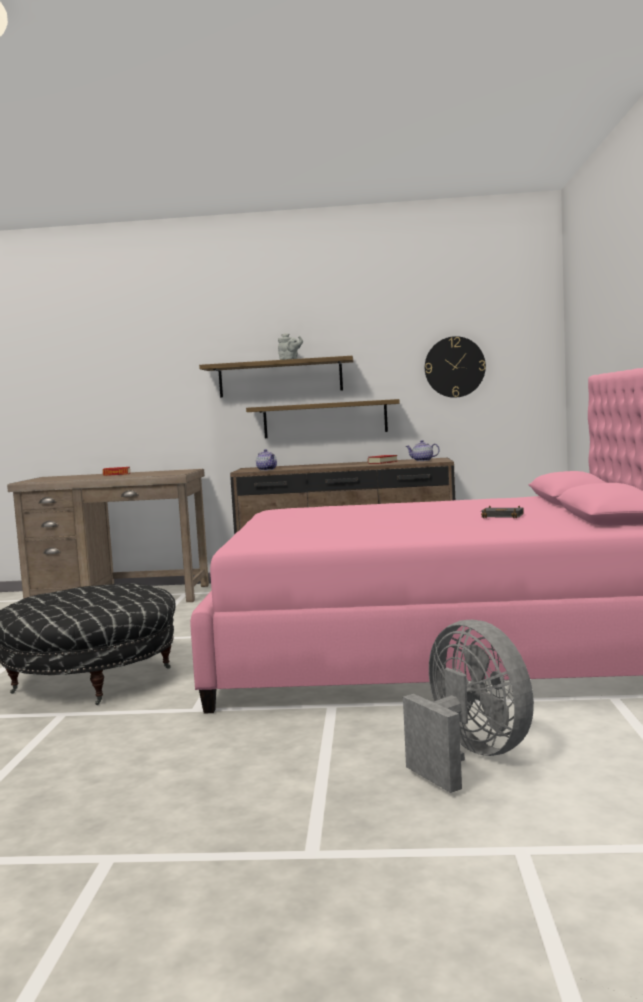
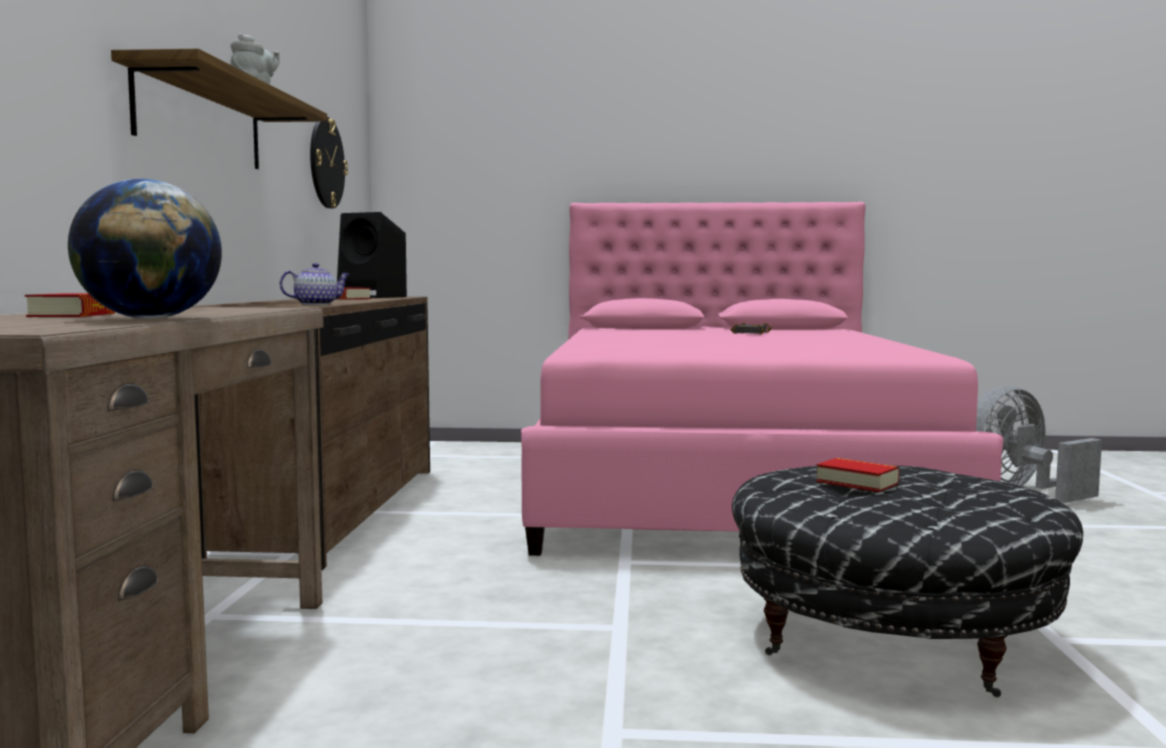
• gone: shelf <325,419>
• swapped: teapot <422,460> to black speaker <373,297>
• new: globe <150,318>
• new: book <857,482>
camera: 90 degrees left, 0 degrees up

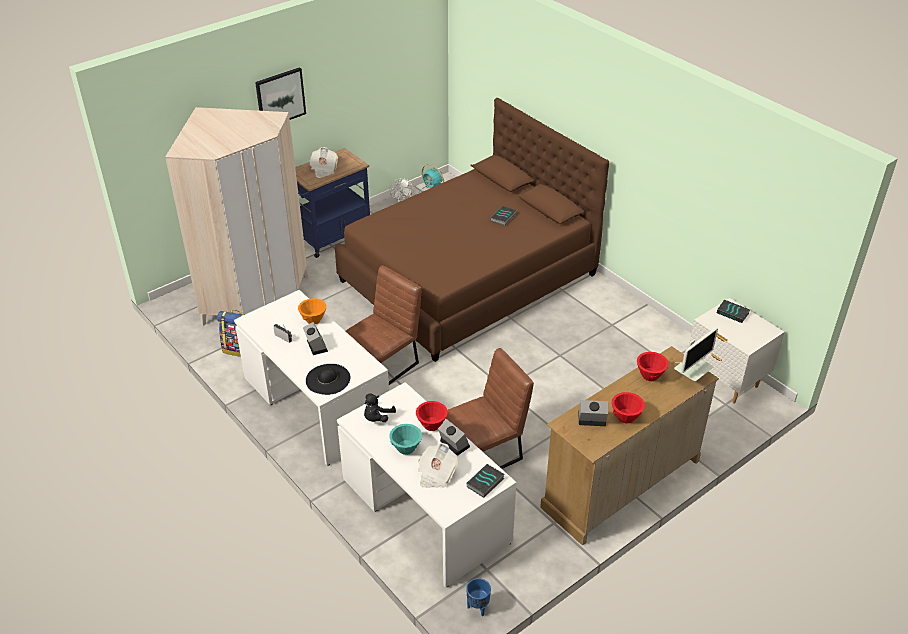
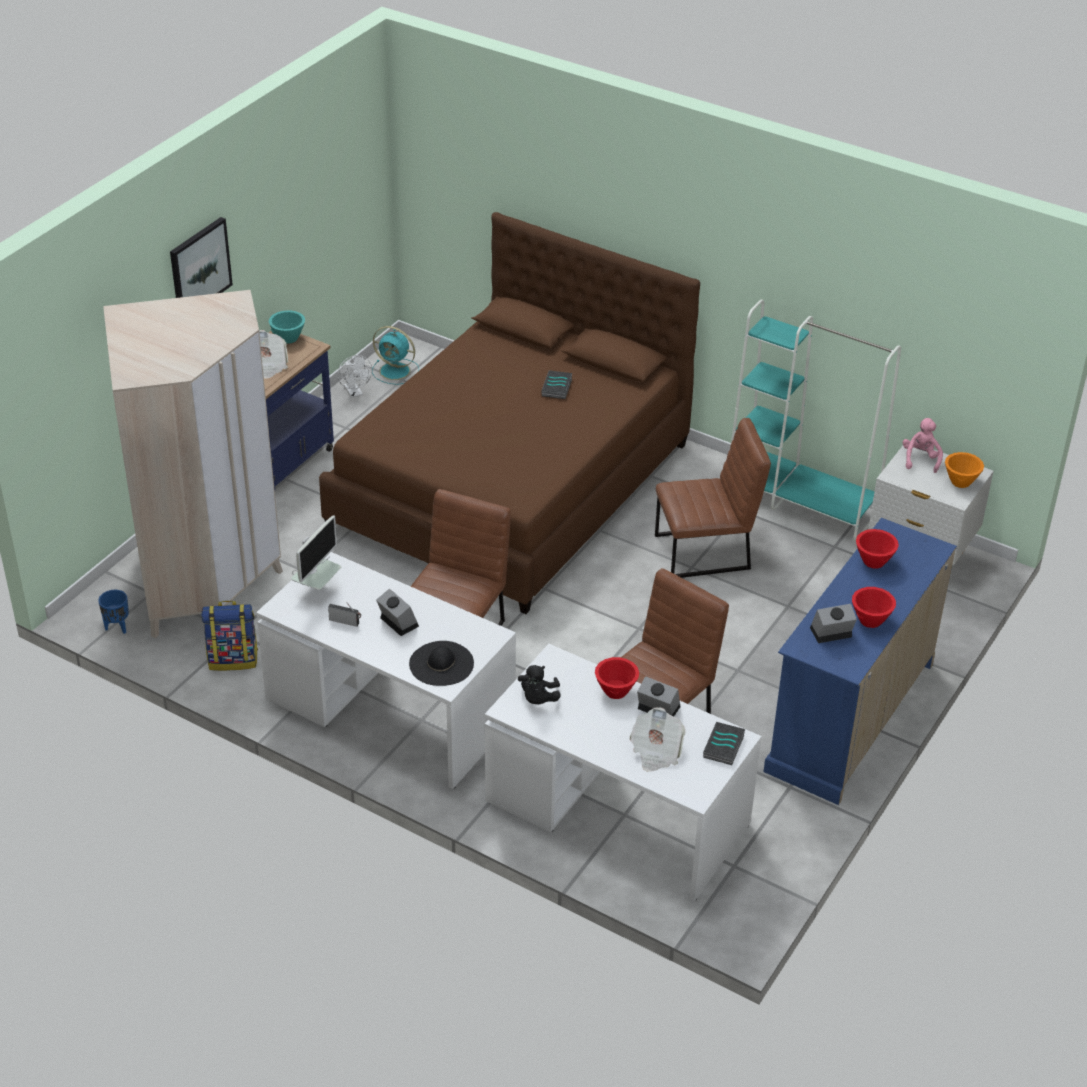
• shifted: orange bowl <313,320> to <961,482>
• shifted: turquoise bowl <406,448> to <288,338>
• shifted: blue planter <477,607> to <117,627>
• repainted: brown dresser <620,484> to blue dresser <849,717>
• shifted: monitor <690,379> to <317,589>
• swapped: book <733,313> to pink plush toy <920,459>
• new: brown chair <705,552>
• new: turquoise clothes rack <801,505>
camera: 20 degrees left, 0 degrees up

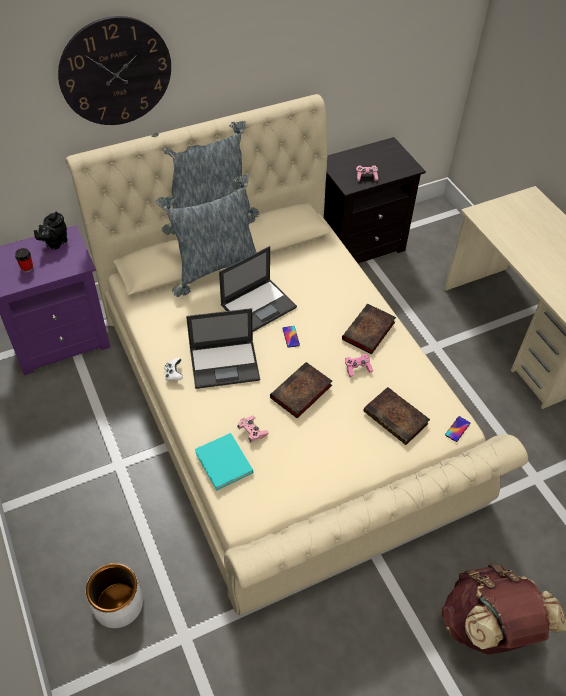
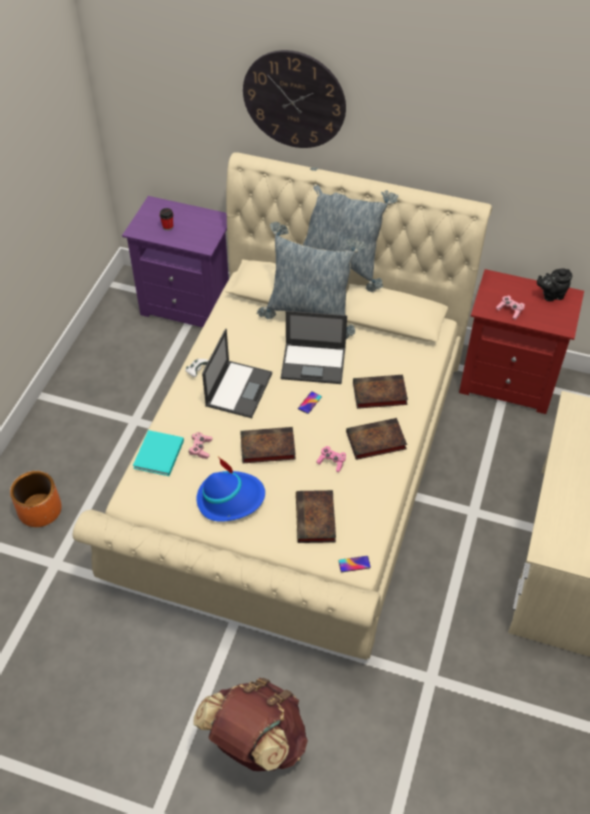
• shifted: black teapot <55,243> to <551,295>
• repainted: white planter <118,604> to orange planter <40,510>
• rotated: laptop <225,364> = <239,389> 105 degrees counterclockwise
• repainted: black nightstand <359,244> to red nightstand <508,382>
• new: blue hat <230,498>
• new: book <378,394>
camera: 45 degrees right, 0 degrees up

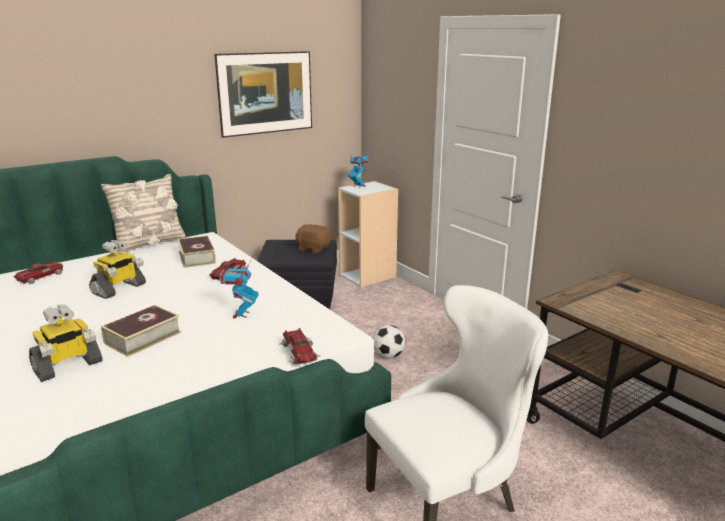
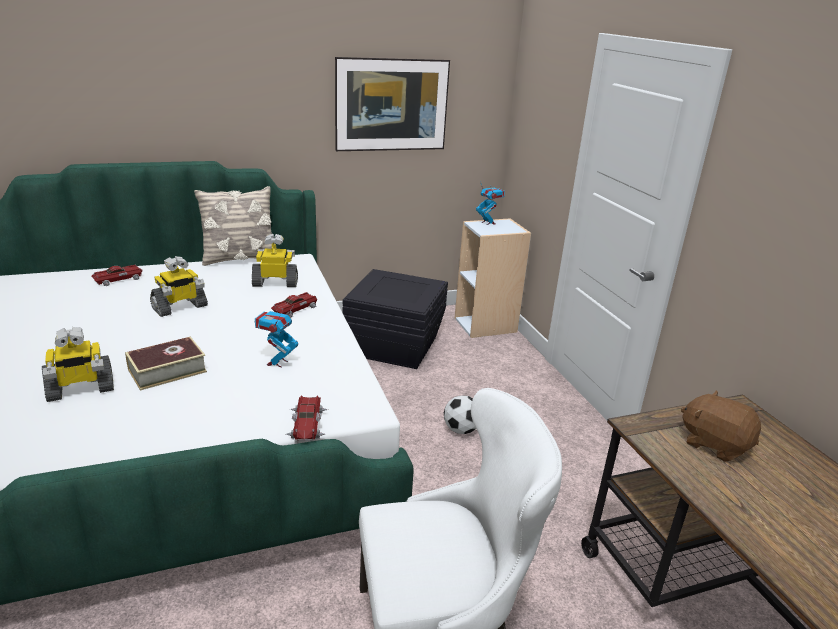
• swapped: book <197,257> to toy robot <276,283>
• shifted: brown plush toy <313,249> to <714,444>
camera: 15 degrees right, 5 degrees up

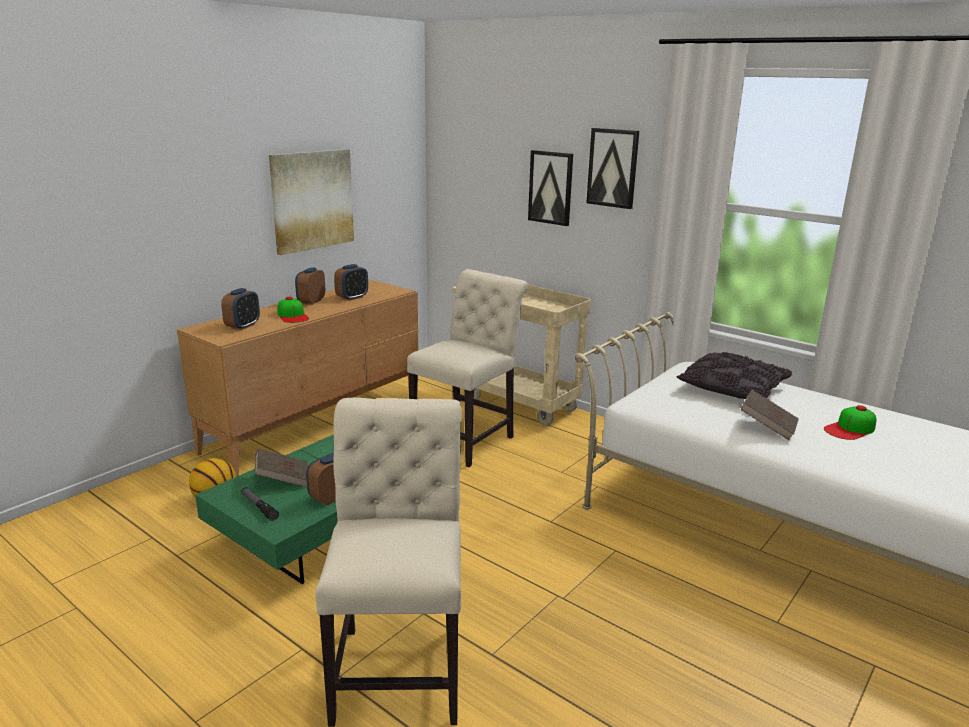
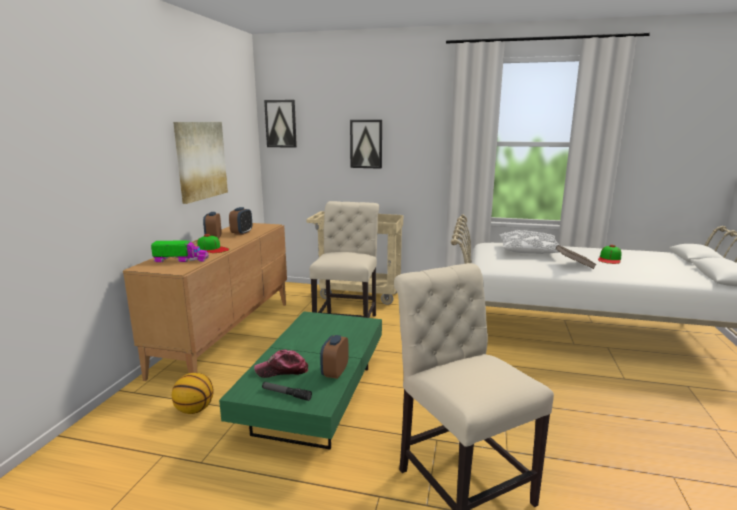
• swapped: alarm clock <243,326> to toy truck <181,260>
• swapped: brown book <283,480> to cap <282,370>
• shifted: picture <613,168> to <281,123>
• repainted: black pillow <732,389> to white pillow <528,251>
camera: 25 degrees left, 5 degrees down

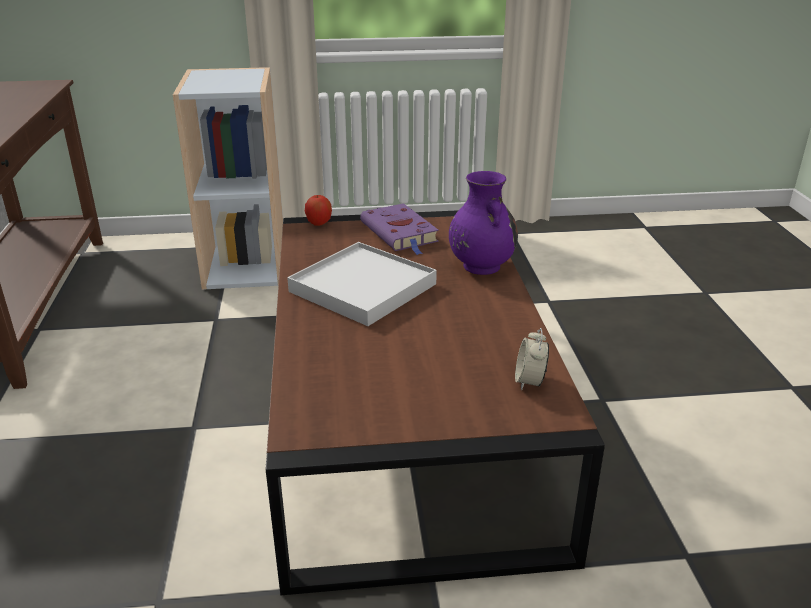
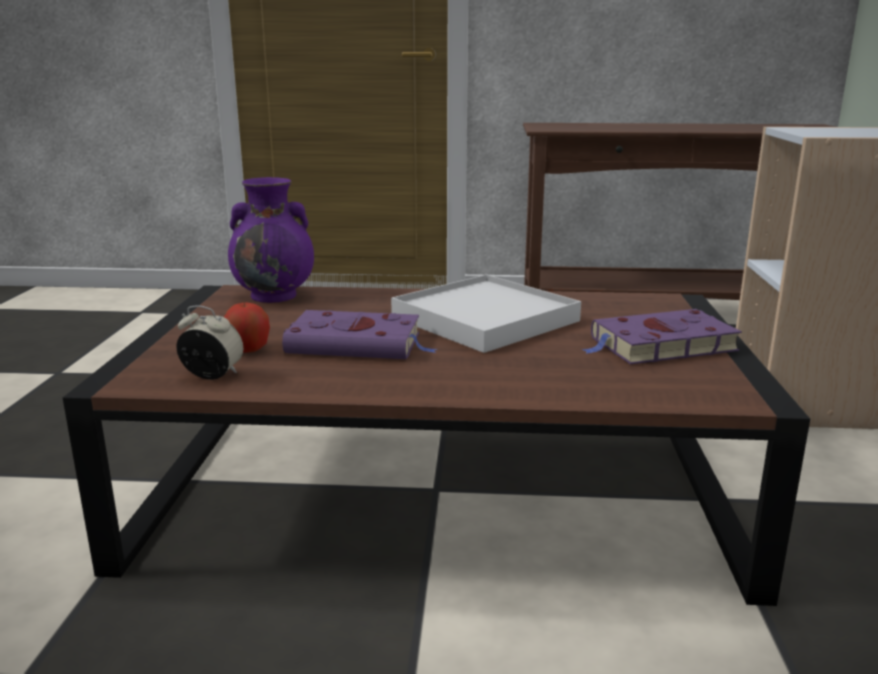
• shifted: apple <319,223> to <248,350>
• shifted: purple vase <481,266> to <275,295>
• new: purple book <358,344>
camera: 100 degrees right, 10 degrees down

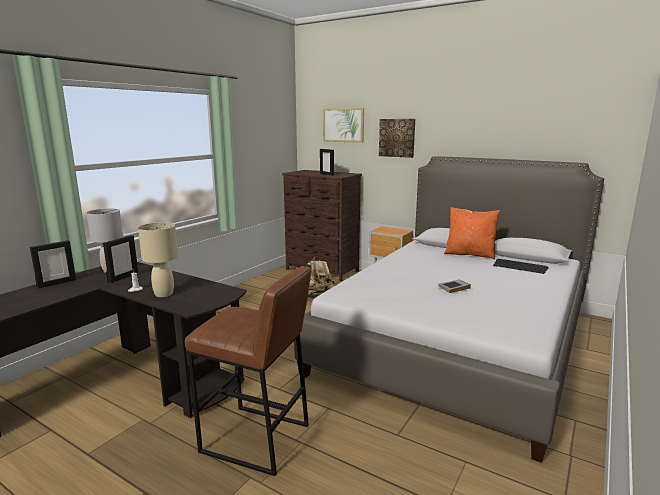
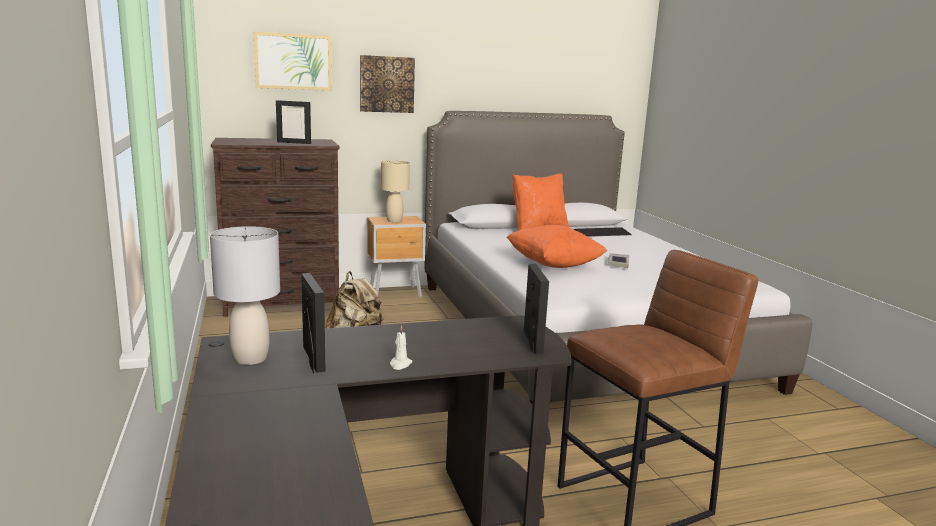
• shifted: picture frame <56,283> to <531,341>
• shifted: beige table lamp <164,294> to <394,220>
• new: orange pillow <553,265>
camera: 50 degrees left, 0 degrees up

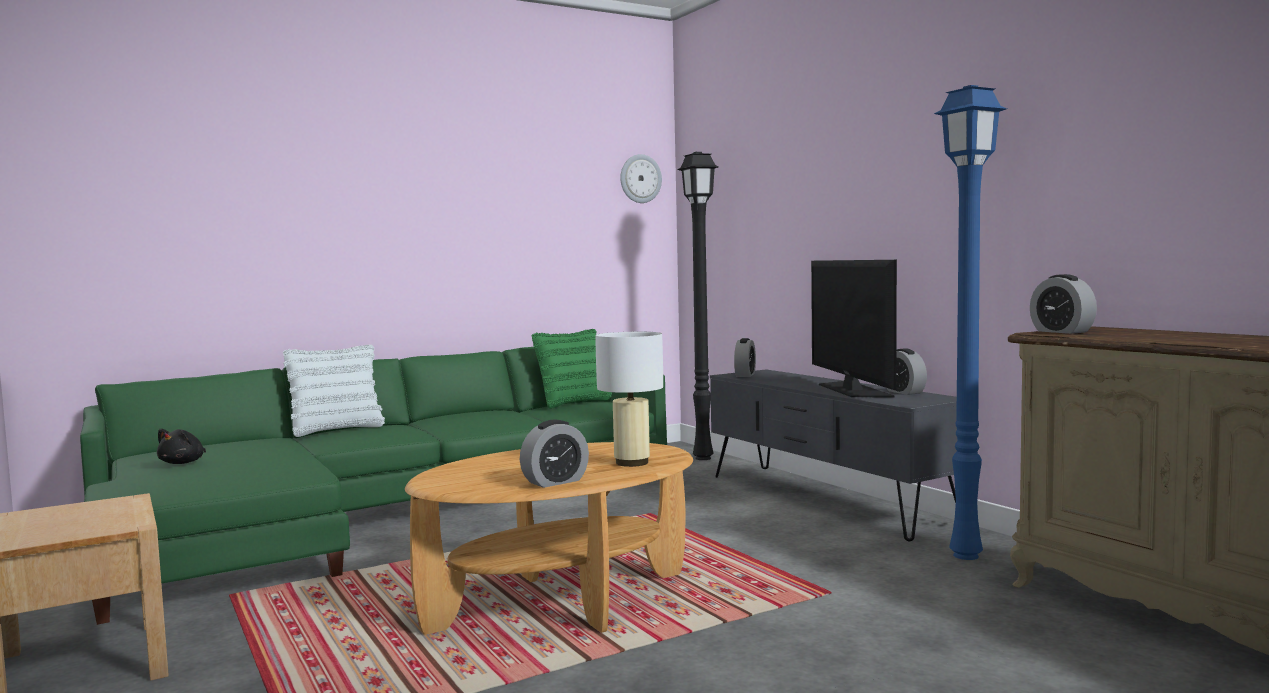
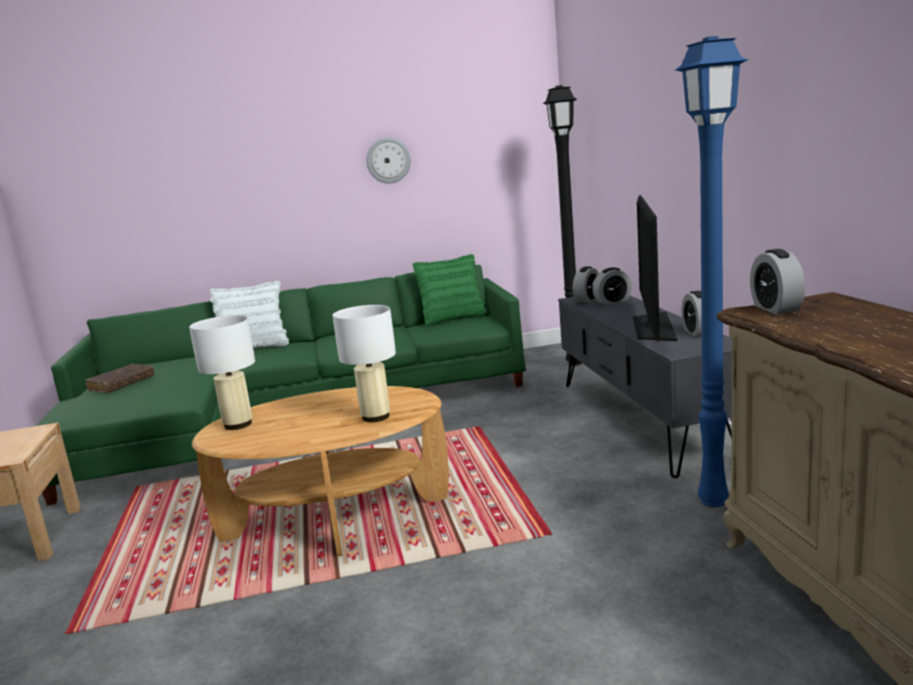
• swapped: black plush toy <183,463> to brown book <122,384>
• shifted: alarm clock <555,482> to <612,301>
• shifted: wall clock <640,178> to <388,160>
• new: white table lamp <237,424>
camera: 20 degrees right, 10 degrees up

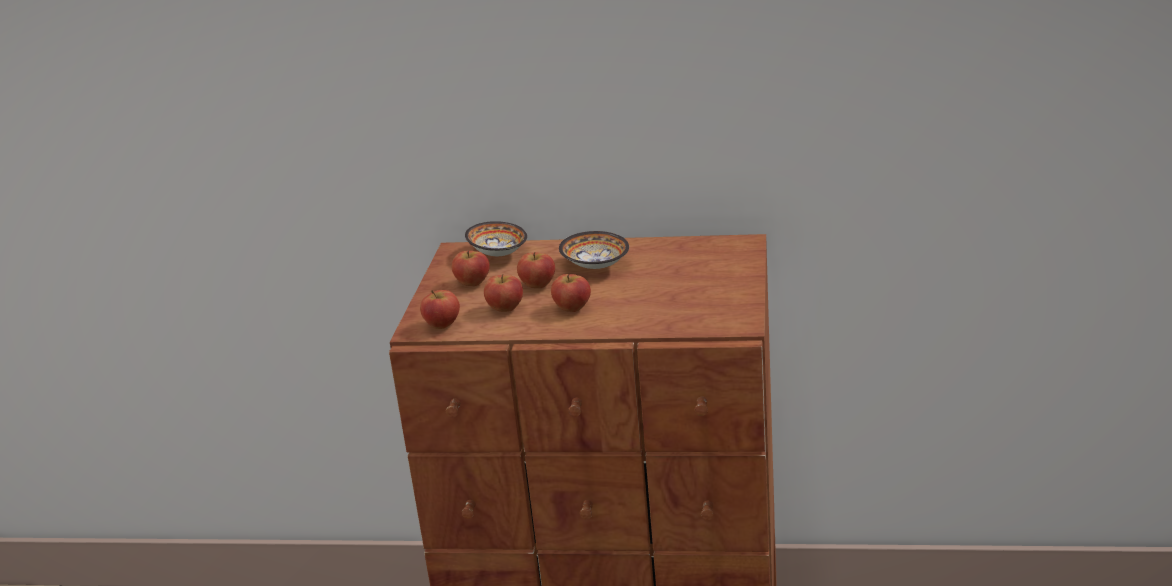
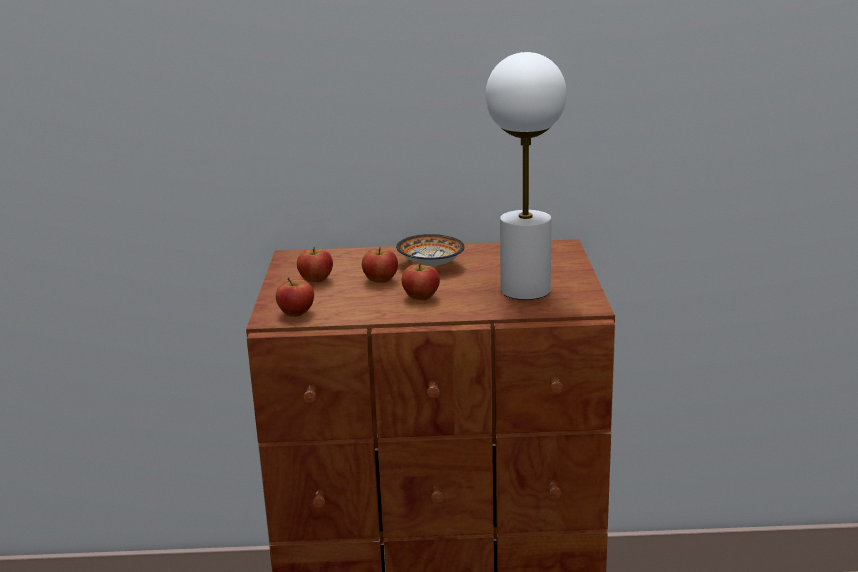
• gone: bowl <498,254>
• gone: apple <505,308>
• new: white table lamp <526,290>
camera: 10 degrees left, 5 degrees down

